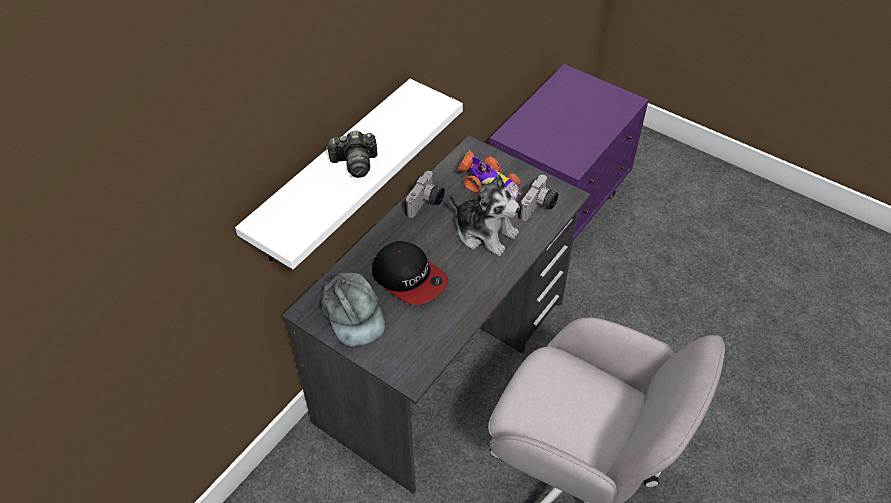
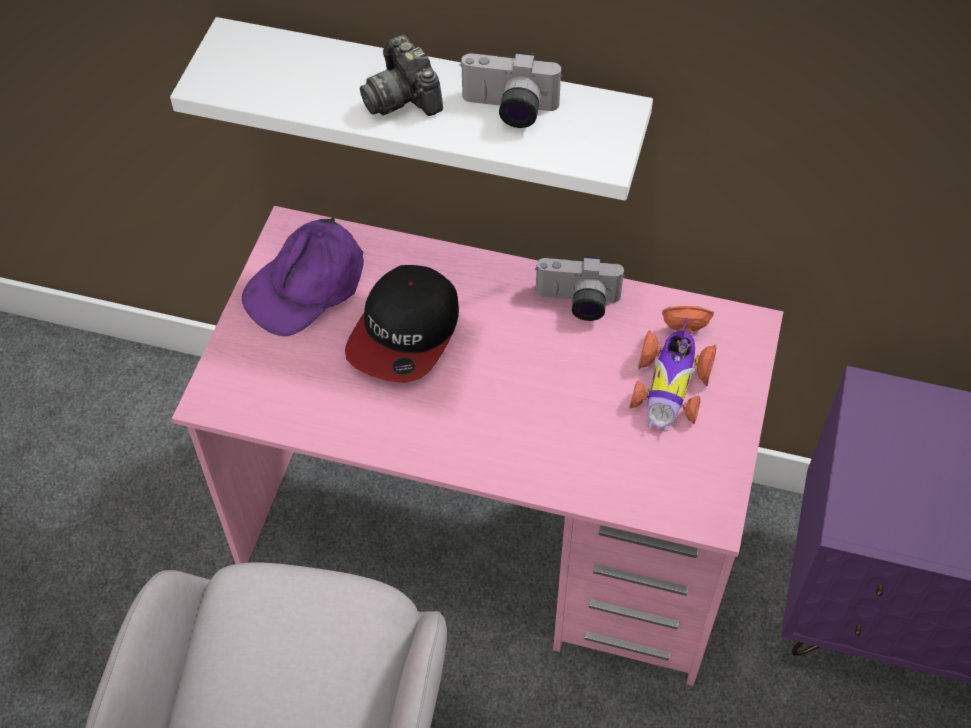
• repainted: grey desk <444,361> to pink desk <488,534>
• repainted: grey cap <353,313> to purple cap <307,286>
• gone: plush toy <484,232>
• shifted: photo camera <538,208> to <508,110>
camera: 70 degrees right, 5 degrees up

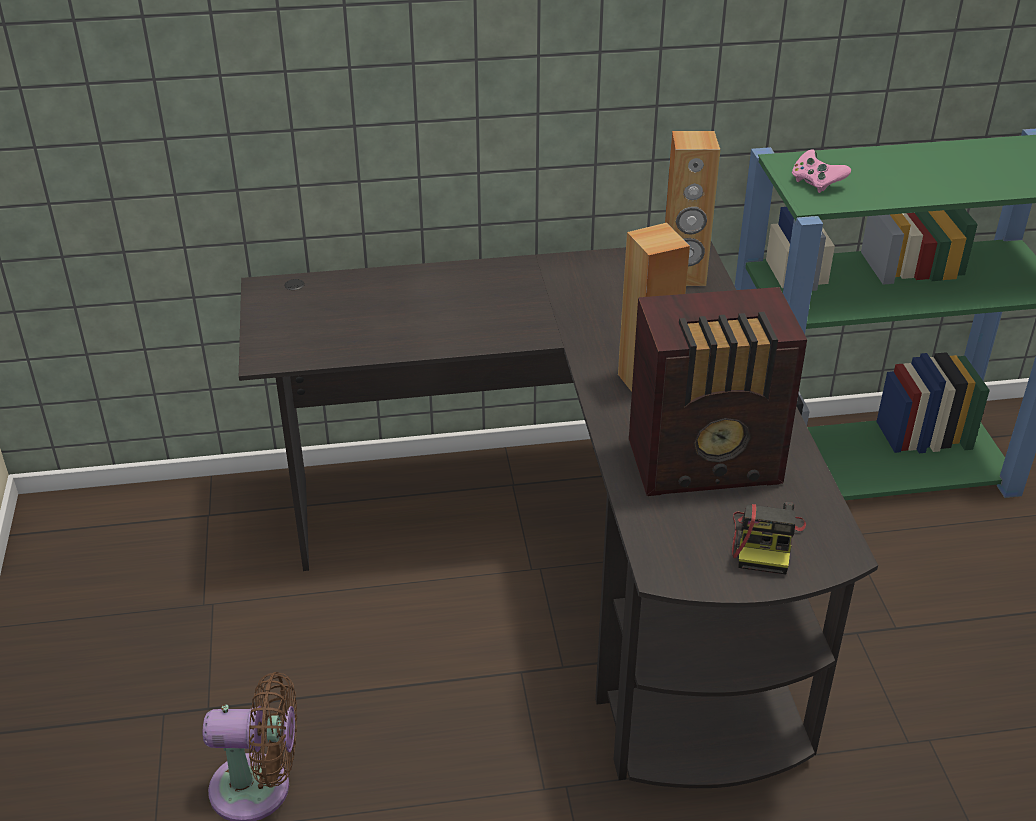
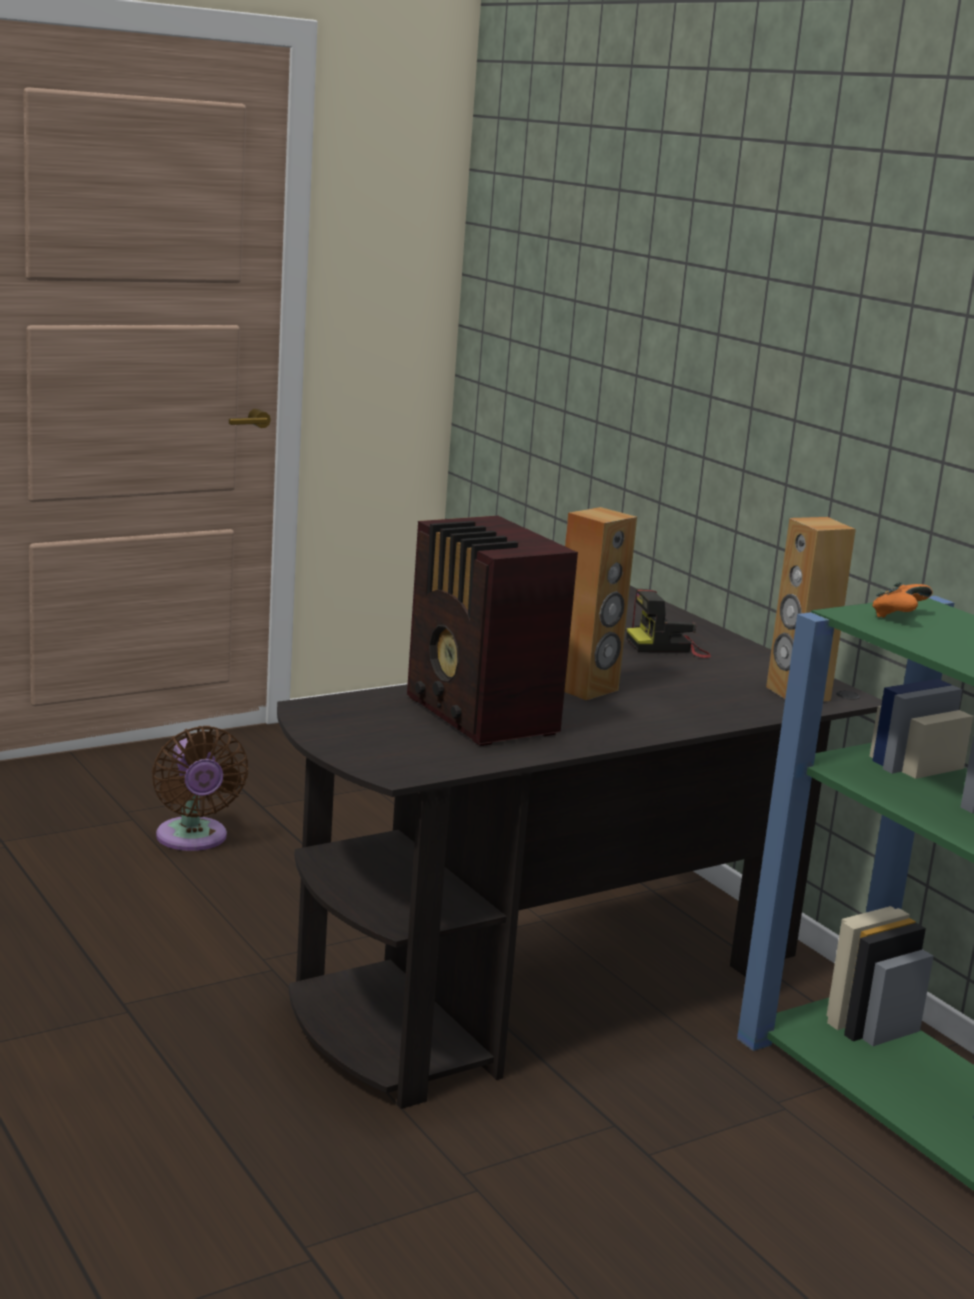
• shifted: photo camera <765,542> to <668,647>
• repainted: pink game controller <816,183> to orange game controller <898,616>
camera: 65 degrees right, 20 degrees down

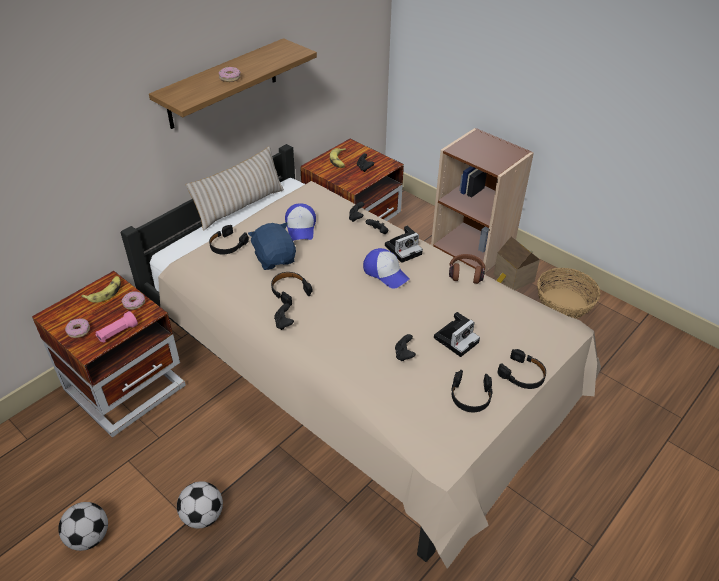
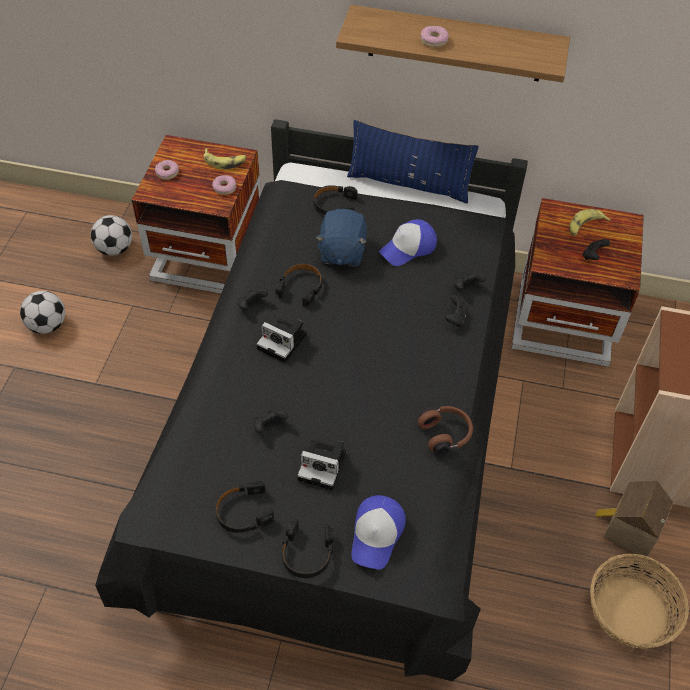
• gone: pink flashlight <117,333>
• repainted: beige bed <357,377> to black bed <341,432>
• shifted: football <203,516> to <115,249>
• repainted: beige pillow <240,206> to blue pillow <408,183>
• rotated: blue plush toy <275,259> = <341,252> 150 degrees clockwise
• shifted: cap <386,273> to <377,534>
• shifted: photo camera <404,249> to <284,342>
camera: 60 degrees right, 10 degrees up

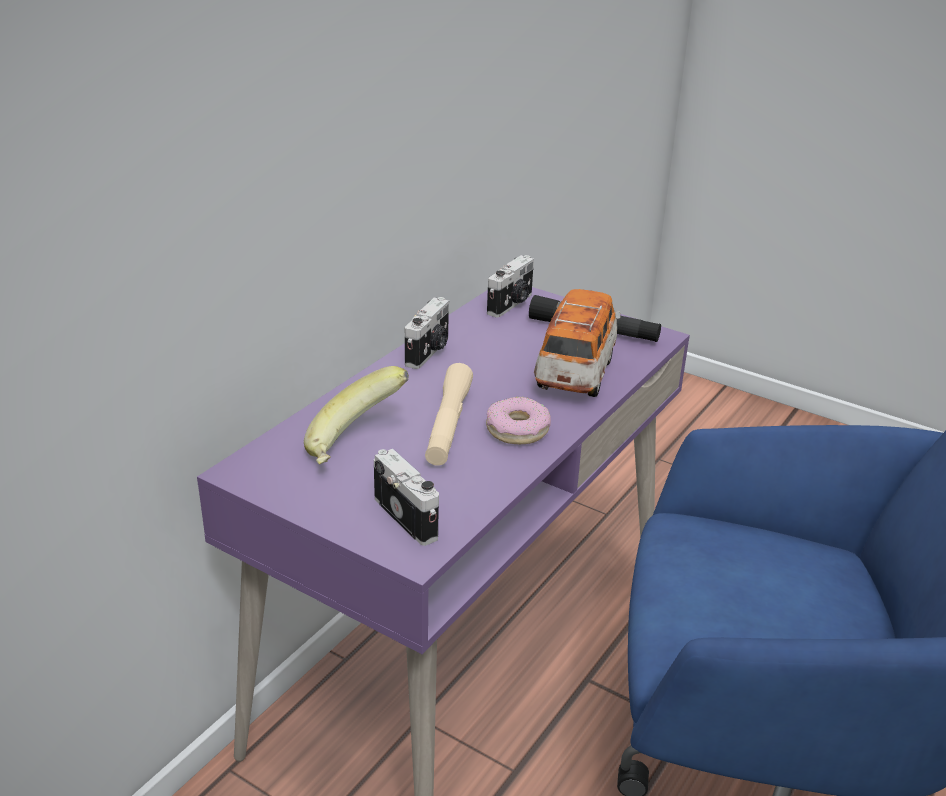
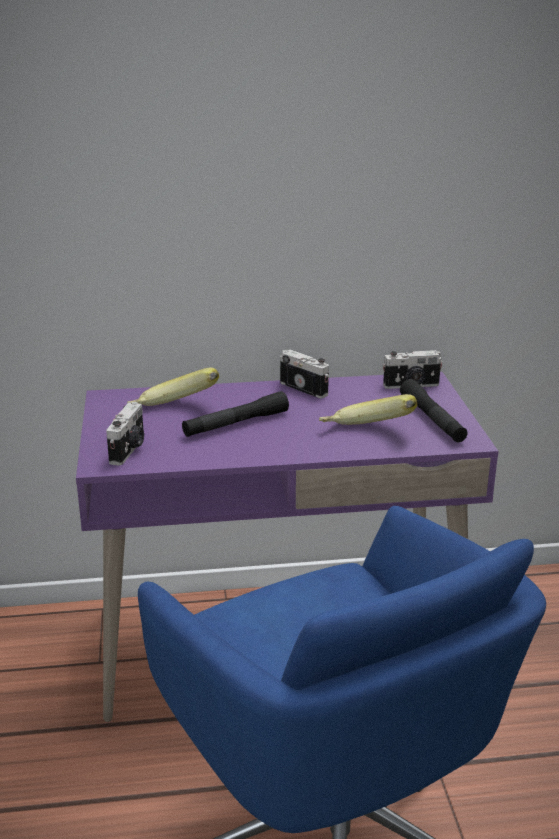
• rotated: photo camera <429,352> = <305,388> 120 degrees counterclockwise
• repainted: beige flashlight <448,425> to black flashlight <236,424>
• gone: donut <517,429>
• swapped: toy car <575,372> to banana <366,434>
camera: 50 degrees right, 5 degrees down

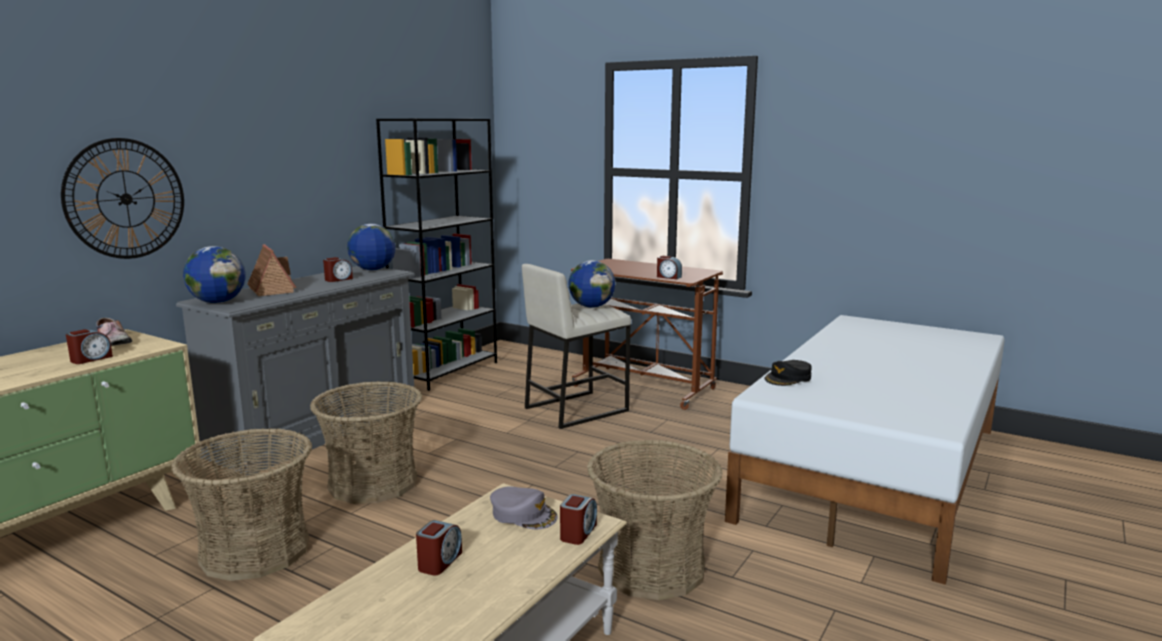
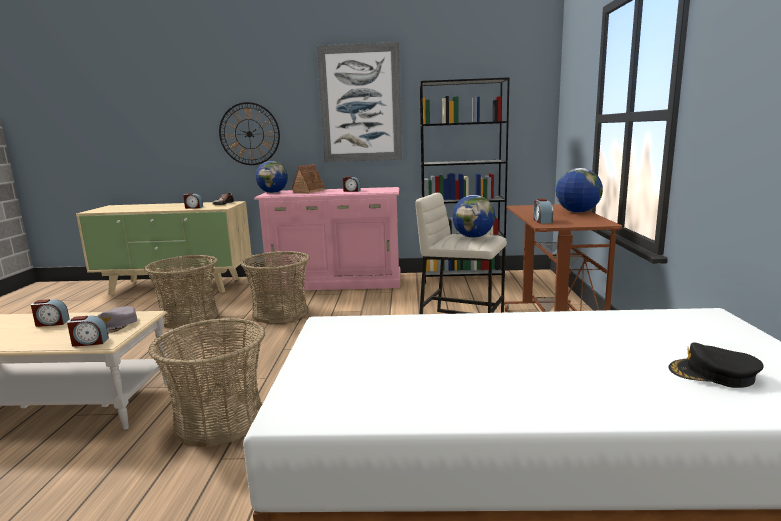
• repainted: grey cabinet <318,428> to pink cabinet <336,282>
• shifted: globe <373,270> to <577,212>
• shifted: black cap <788,378> to <713,374>
• new: picture <360,104>
camera: 60 degrees right, 0 degrees up

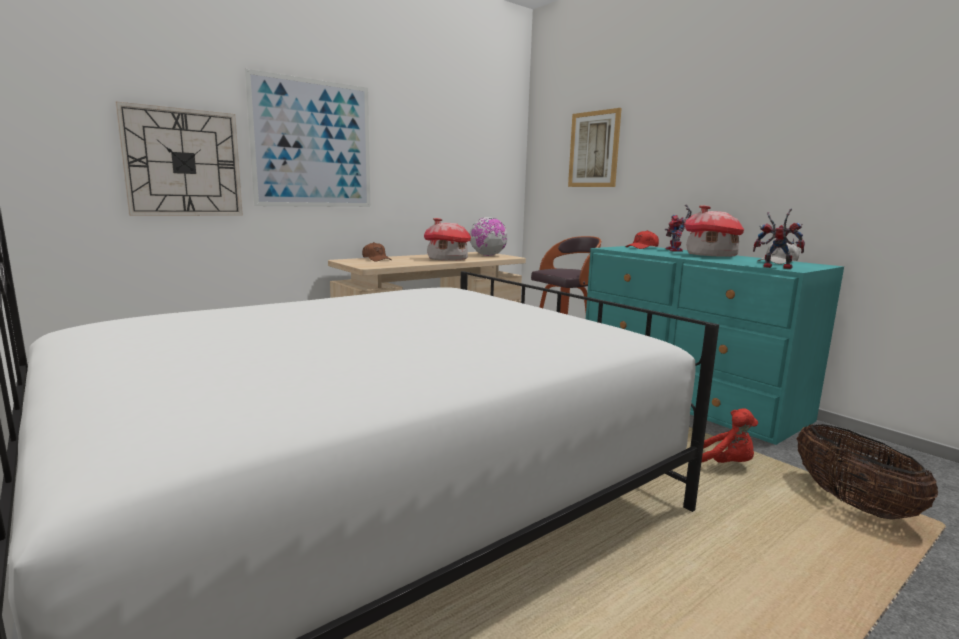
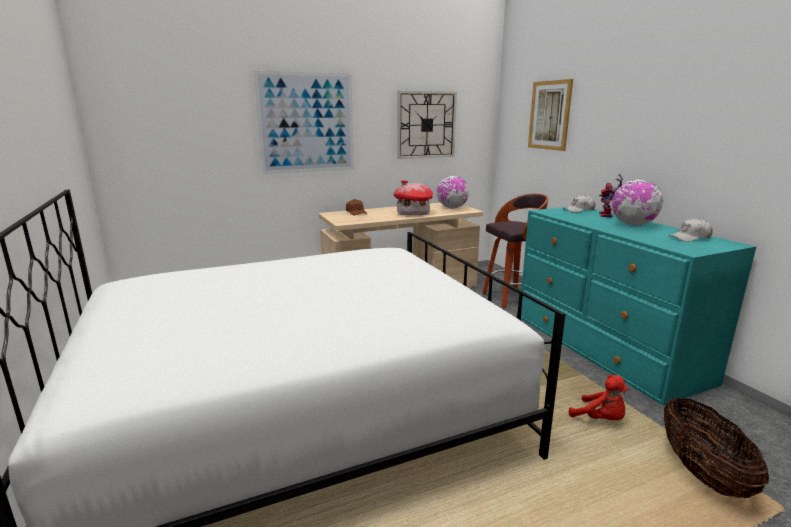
• shifted: wall clock <183,163> to <426,125>
• repainted: red cap <642,247> to white cap <579,210>
• swapped: toy house <711,255> to globe <633,225>
• gone: toy robot <774,267>
camera: 15 degrees right, 5 degrees up

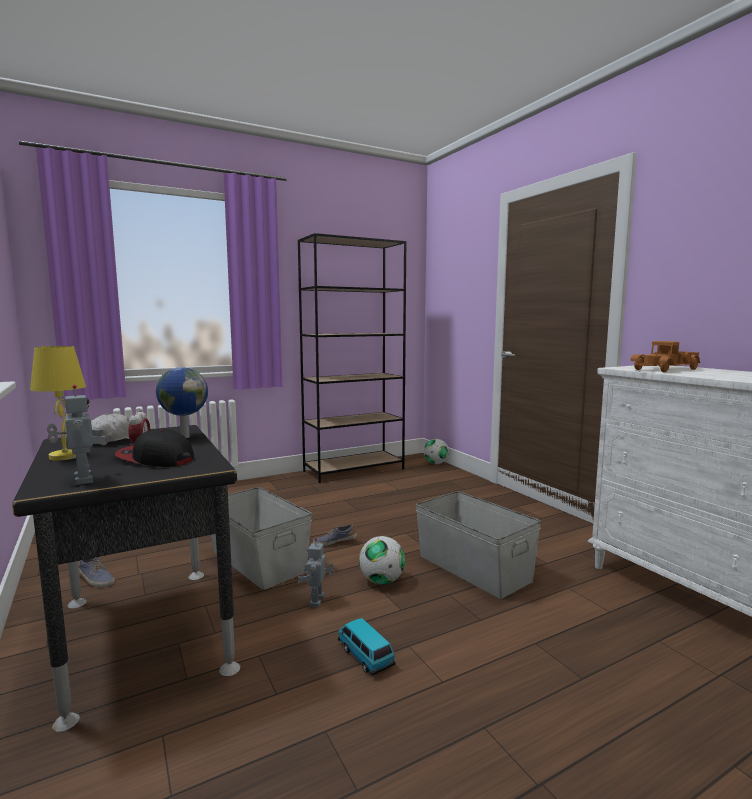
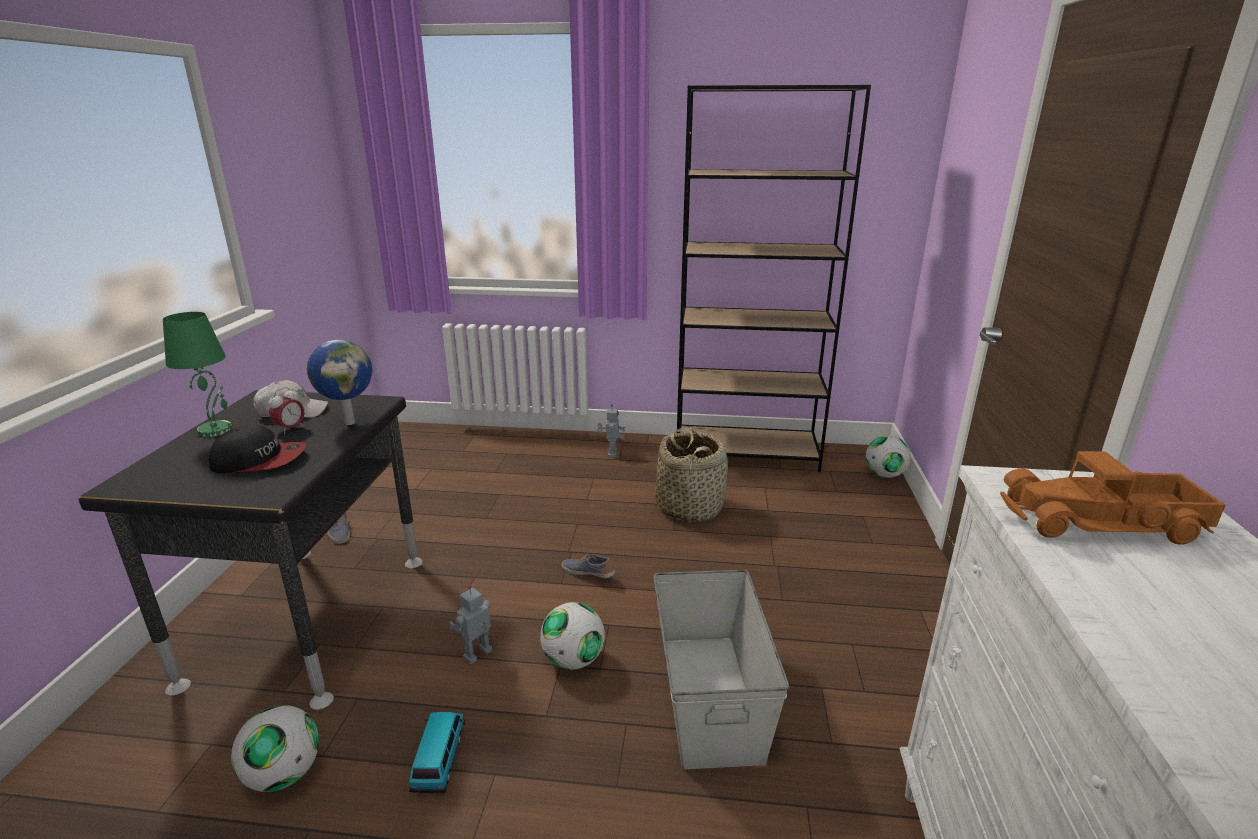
• repainted: yellow table lamp <65,456> to green table lamp <215,430>
• shifted: toy robot <81,480> to <611,453>
• rotated: cap <155,459> = <259,460> 120 degrees clockwise
• gone: grey storage box <258,560>
• new: football <284,774>
• new: basket <690,507>
camera: 35 degrees right, 15 degrees up

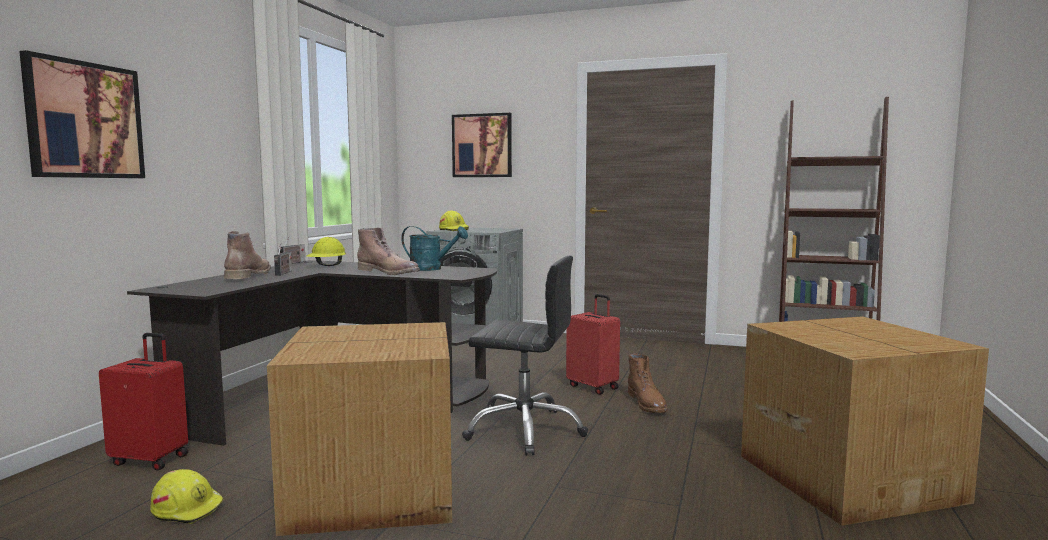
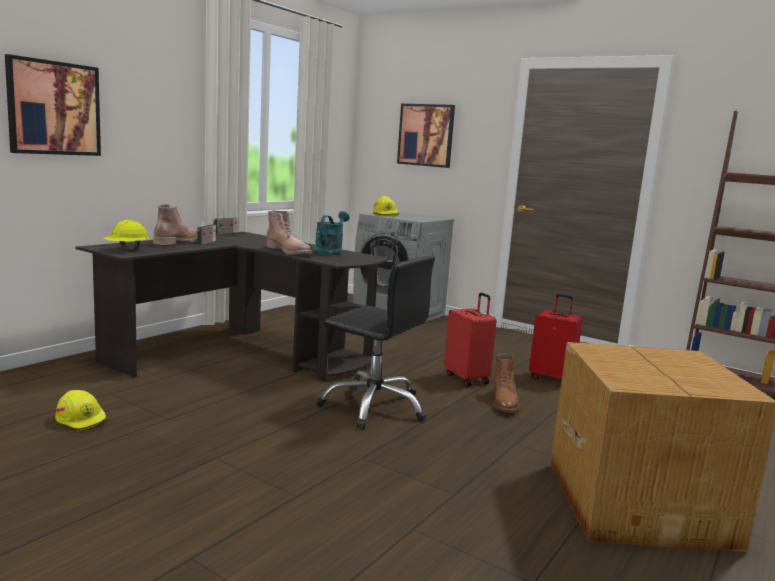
• shifted: red suitcase <151,459> to <552,378>
• gone: cardboard box <375,490>
• shifted: yellow hard hat <327,266> to <127,250>
• rotated: turquoise watering can <431,269> = <330,252> 105 degrees counterclockwise
camera: 15 degrees right, 5 degrees up

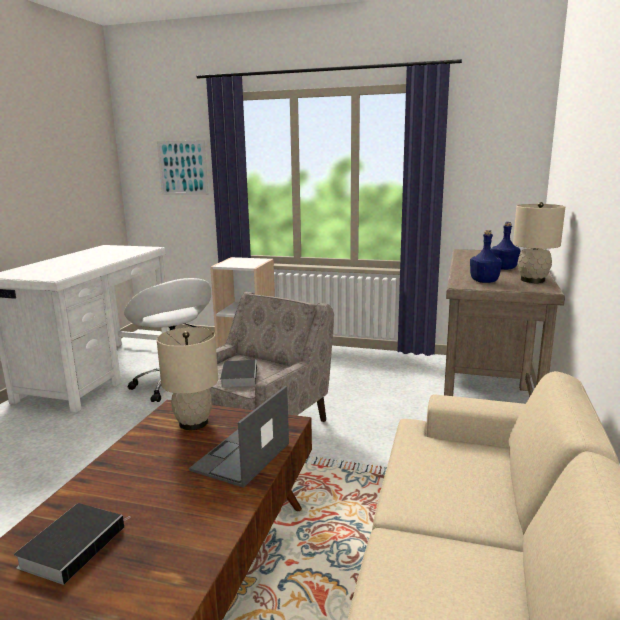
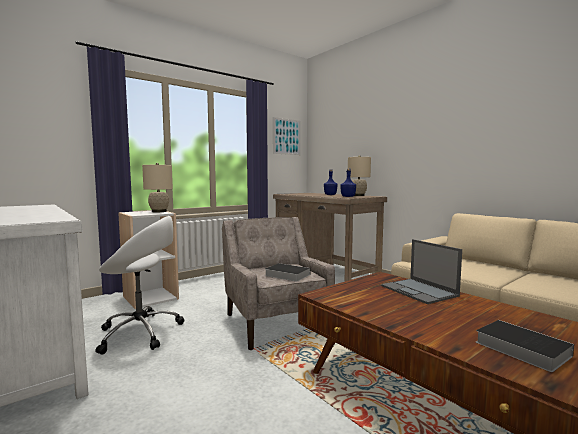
• shifted: picture <183,168> to <286,136>
• shifted: beige table lamp <194,423> to <159,211>
camera: 55 degrees left, 10 degrees down

